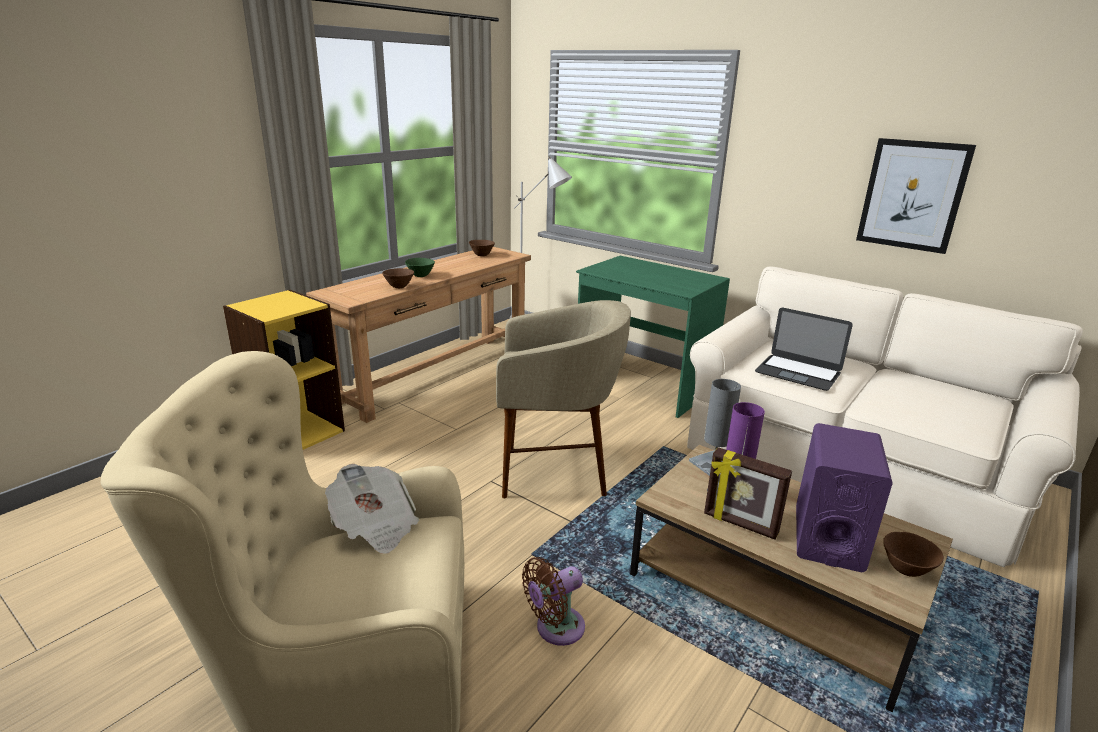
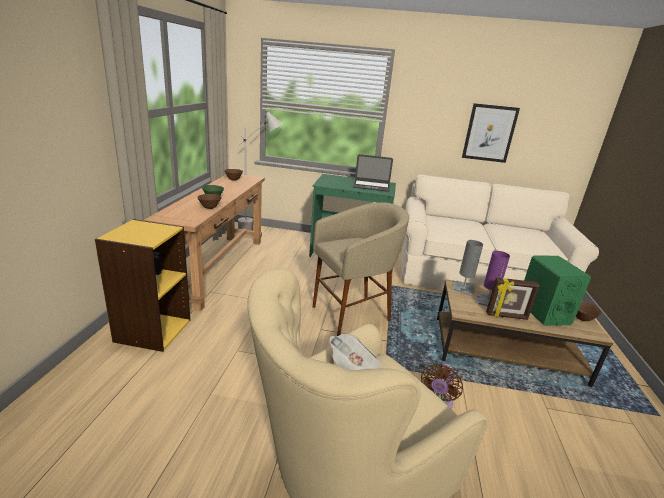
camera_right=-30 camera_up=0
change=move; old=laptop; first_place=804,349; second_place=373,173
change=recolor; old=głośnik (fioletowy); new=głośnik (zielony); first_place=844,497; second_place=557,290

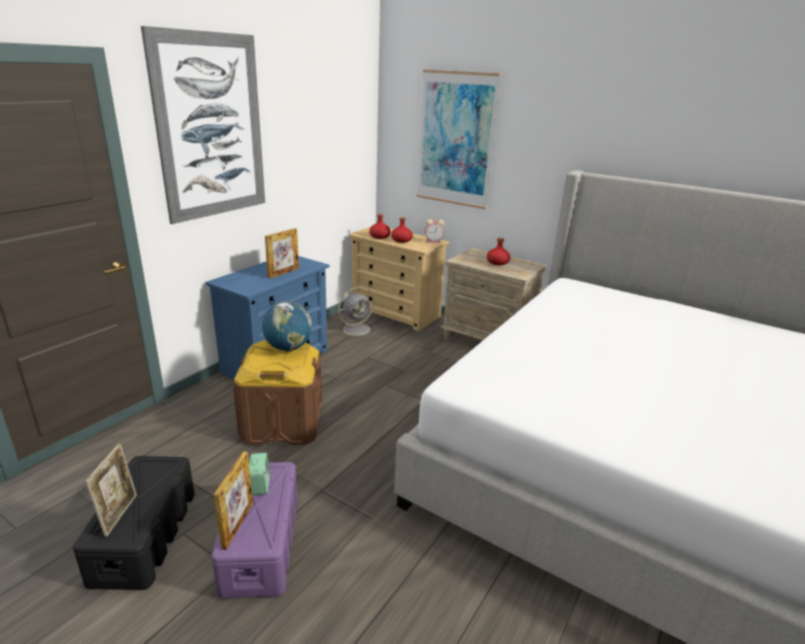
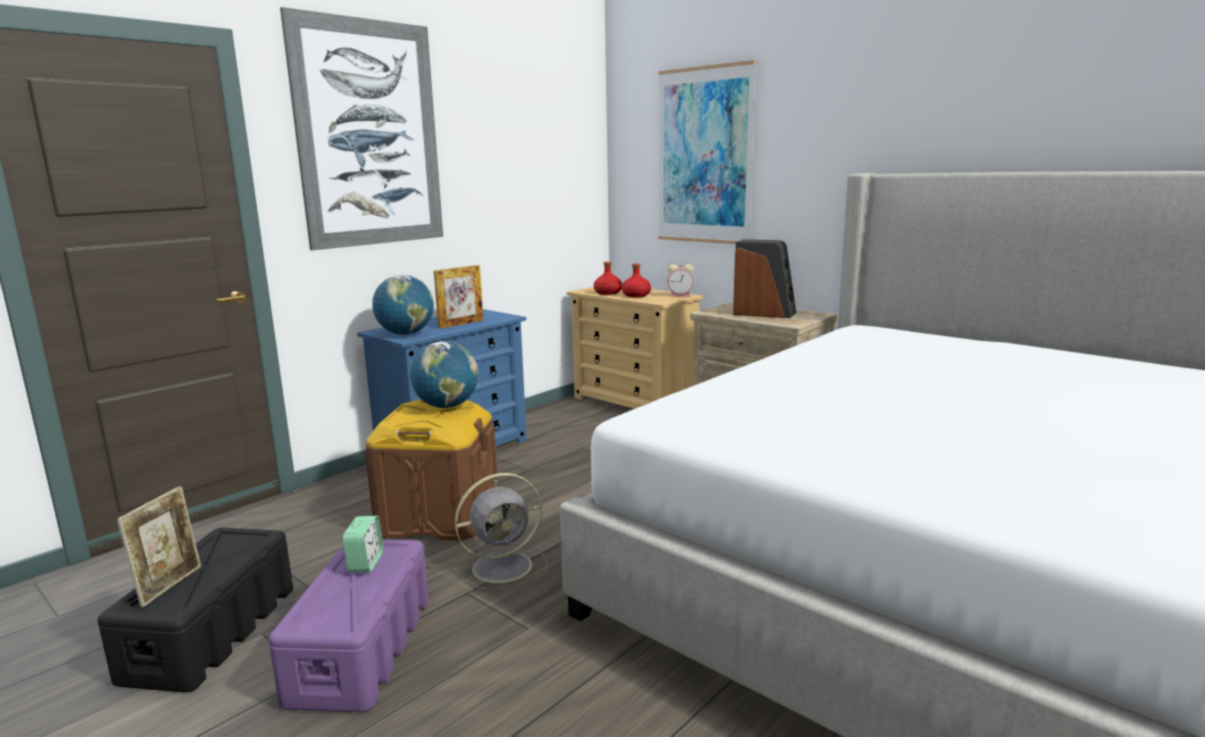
camera_right=10 camera_up=-10
change=replace; old=butelka (czerwony); new=głośnik; first_place=498,251; second_place=764,278
change=move; old=wentylator (szary); first_place=355,312; second_place=500,532
change=delete; old=ramka na zdjęcie; first_place=233,500
change=insert; new=globus; second_place=403,305

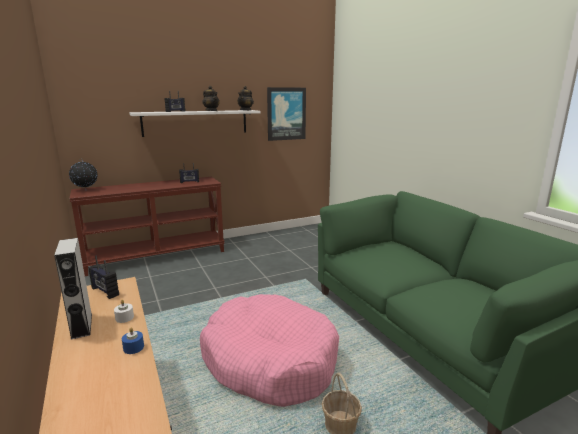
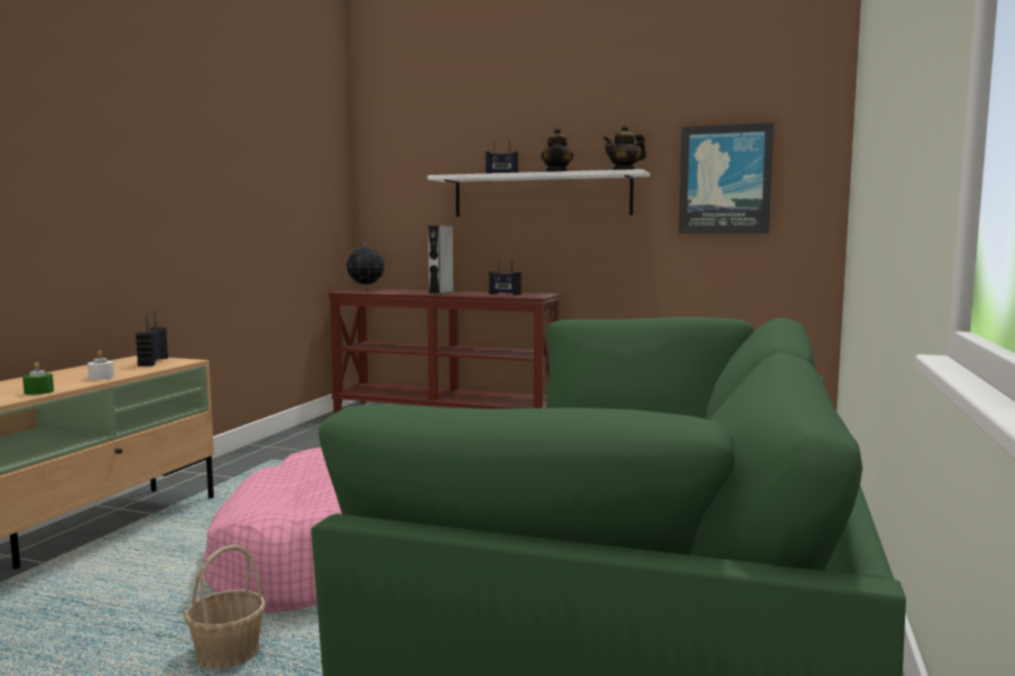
camera_right=45 camera_up=-10
change=move; old=głośnik (szary); first_place=73,288; second_place=441,260
change=recolor; old=świeca (niebieski); new=świeca (zielony); first_place=133,340; second_place=38,378

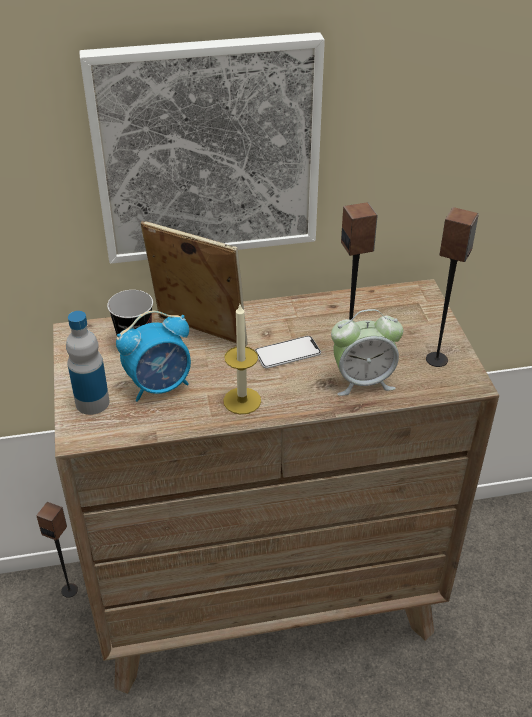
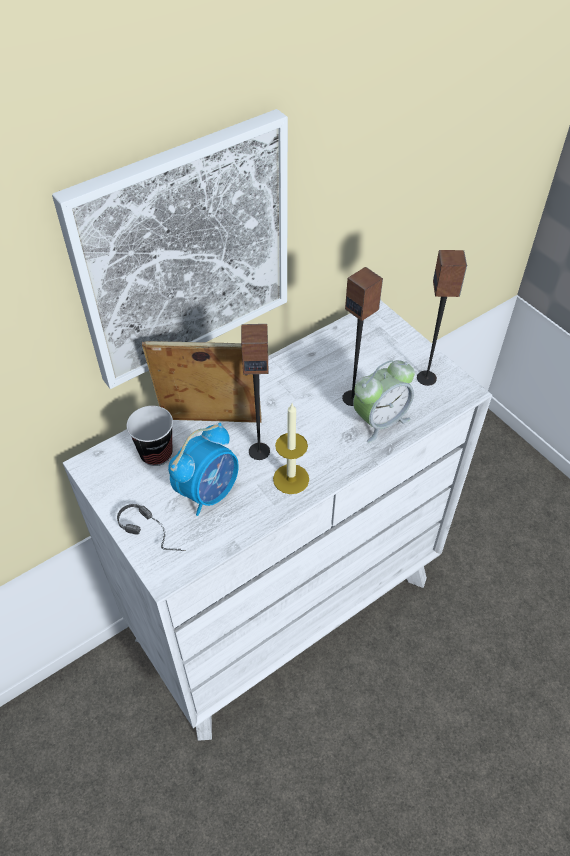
camera_right=-25 camera_up=10
change=recolor; old=komoda (brązowy); new=komoda (biały); first_place=276,486; second_place=277,520
change=replace; old=butelka; new=słuchawki; first_place=88,363; second_place=151,527
change=delete; old=telefon; first_place=288,352
change=move; old=głośnik; first_place=57,550; second_place=255,392

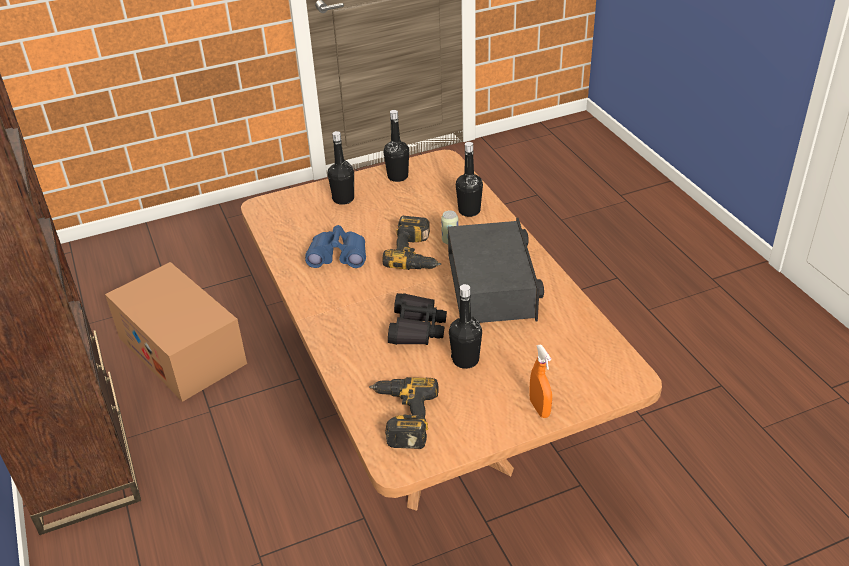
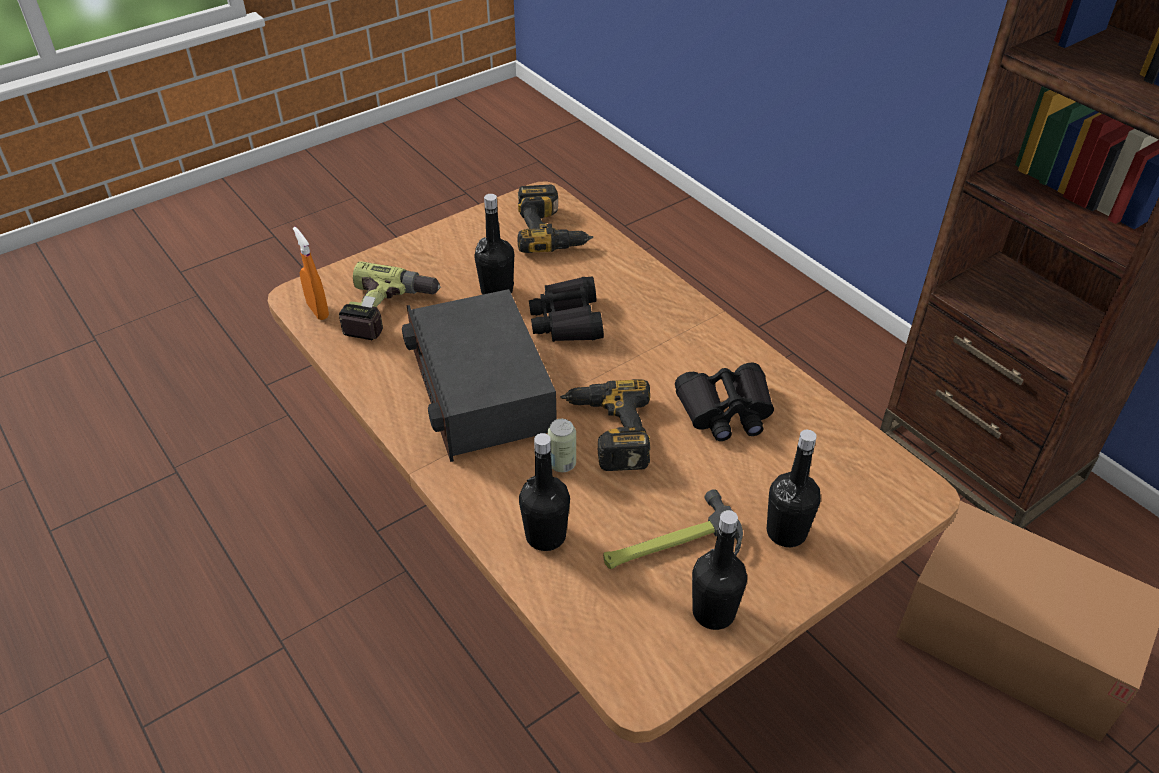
camera_right=165 camera_up=5
change=recolor; old=lornetka (niebieski); new=lornetka (czarny); first_place=335,246; second_place=724,402
change=move; old=spryskiwacz (pomarańczowy); first_place=540,381; second_place=311,273
change=insert; new=wiertarka; second_place=390,300
change=insert; new=młotek; second_place=673,529

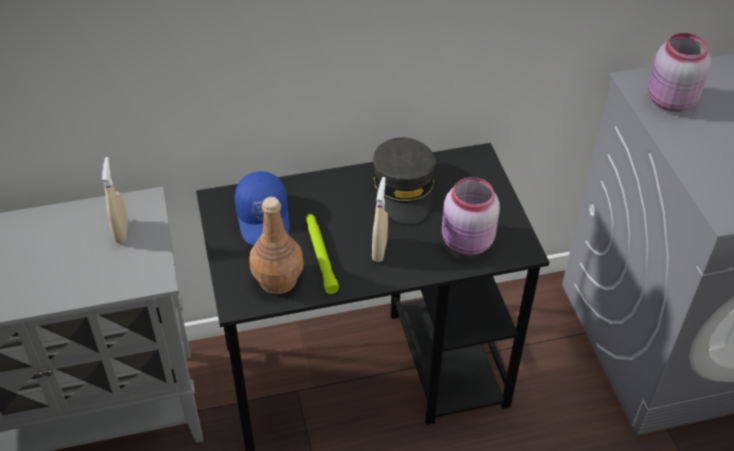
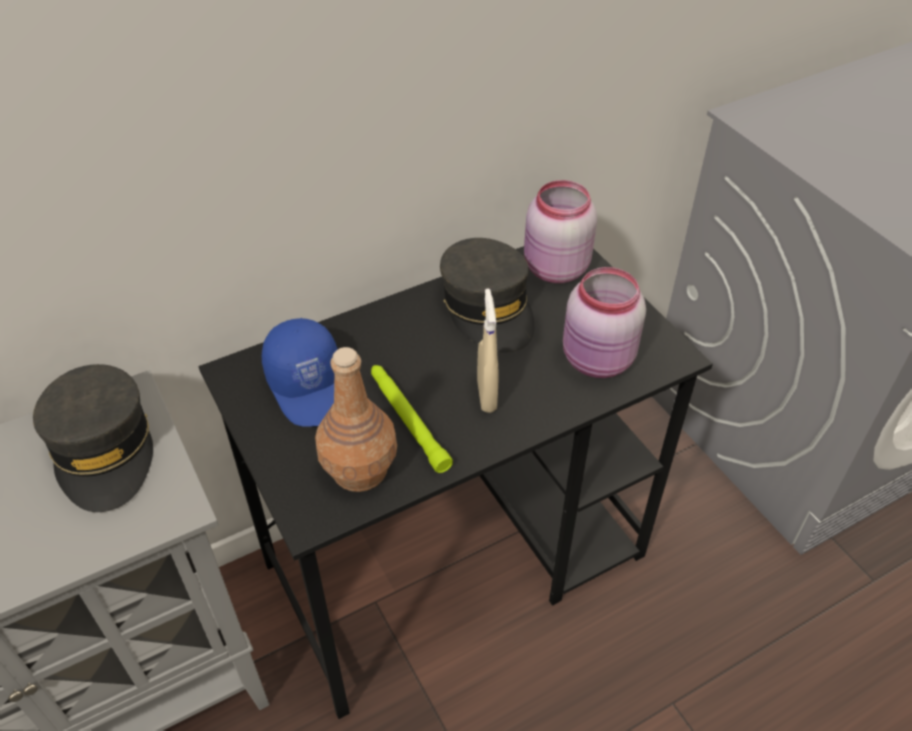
camera_right=-15 camera_up=0
change=move; old=słoik (różowy); first_place=679,72; second_place=560,231
change=replace; old=spryskiwacz (beżowy); new=czapka z daszkiem (szary); first_place=115,200; second_place=93,438

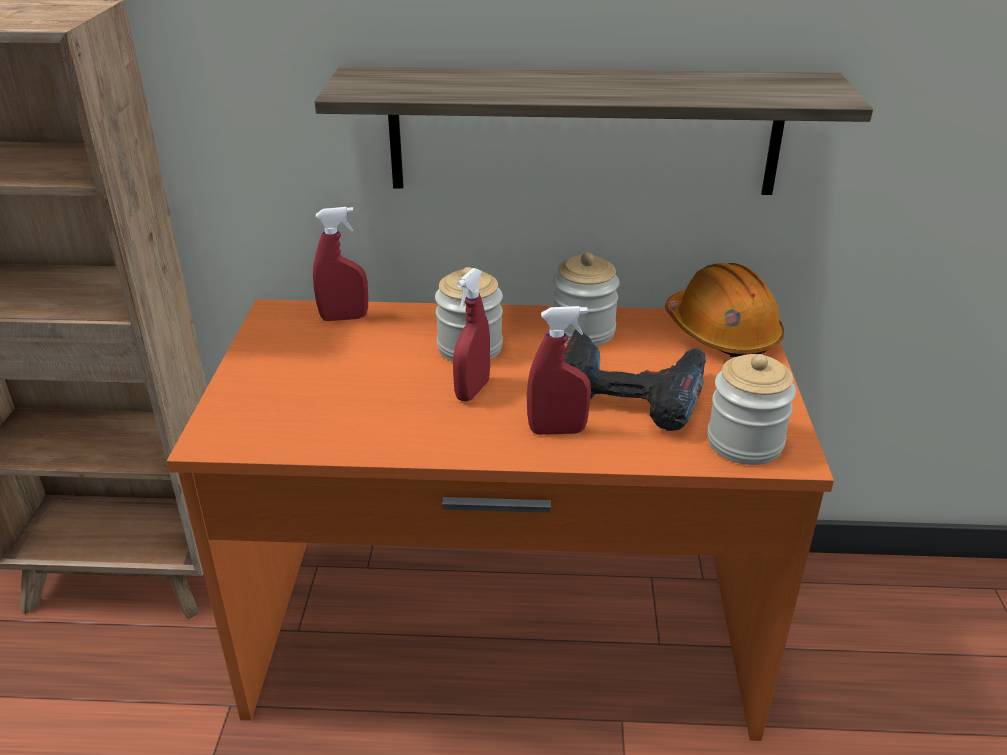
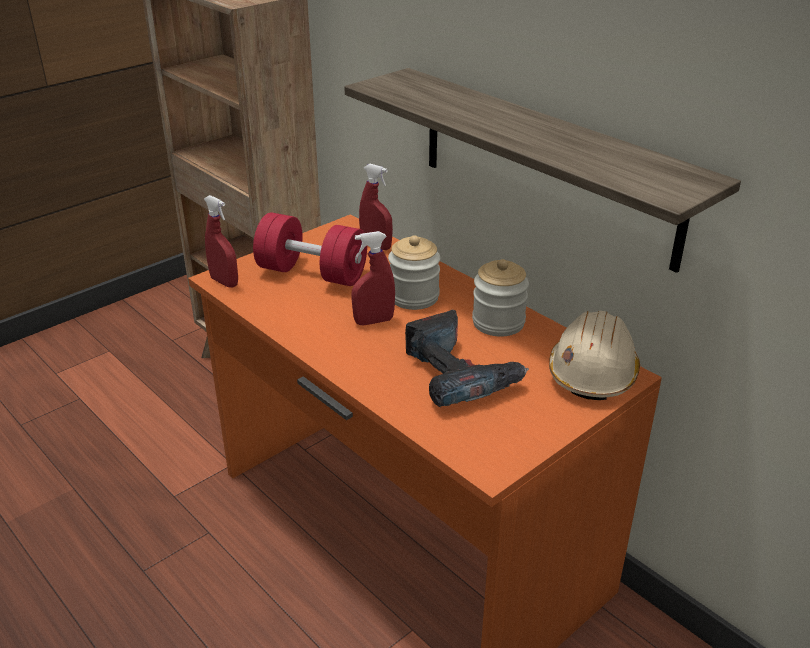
camera_right=45 camera_up=0
change=recolor; old=kask (pomarańczowy); new=kask (beżowy); first_place=724,310; second_place=594,355
change=move; old=spryskiwacz (czerwony); first_place=559,370; second_place=221,241
change=delete; old=słoik; first_place=751,409
change=insert; new=hantel (czerwony); second_place=310,249

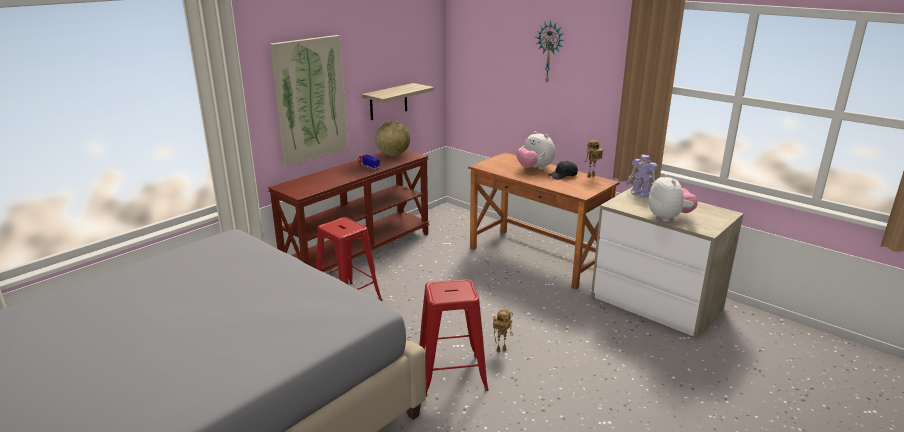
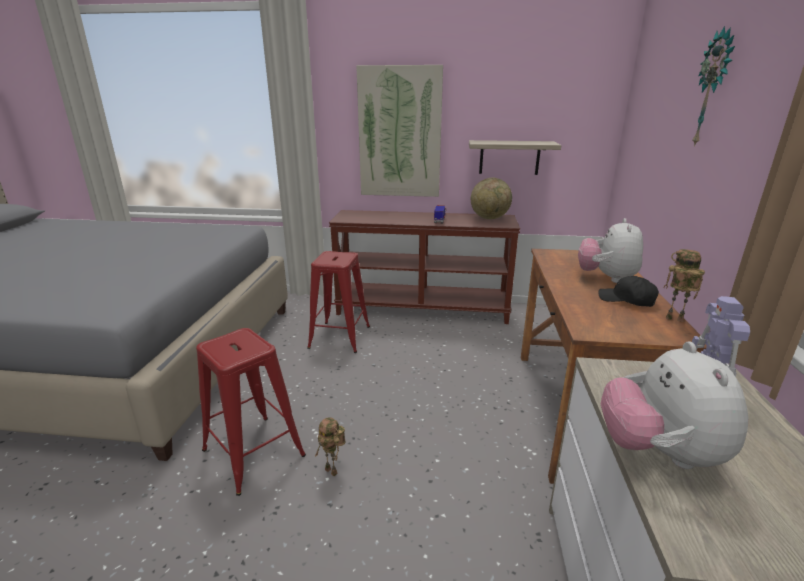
camera_right=55 camera_up=0
change=rotate; old=pluszak; first_place=673,197; second_place=674,405; degrees=135

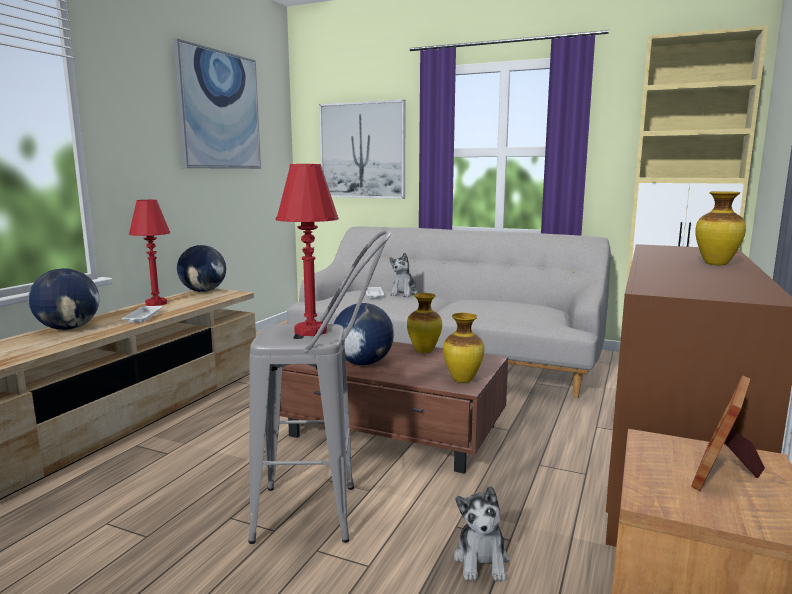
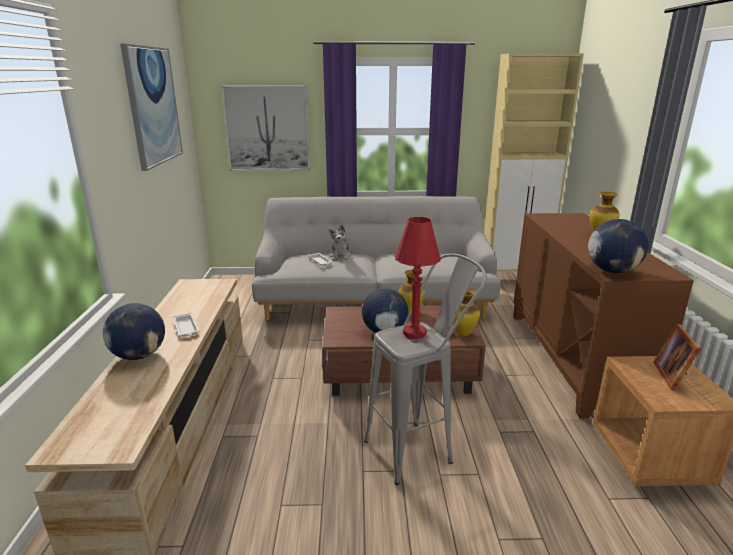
camera_right=-25 camera_up=10
change=delete; old=lampa stołowa (czerwony); first_place=149,253
change=move; old=globus; first_place=201,268; second_place=618,246
change=delete; old=pluszak; first_place=481,533

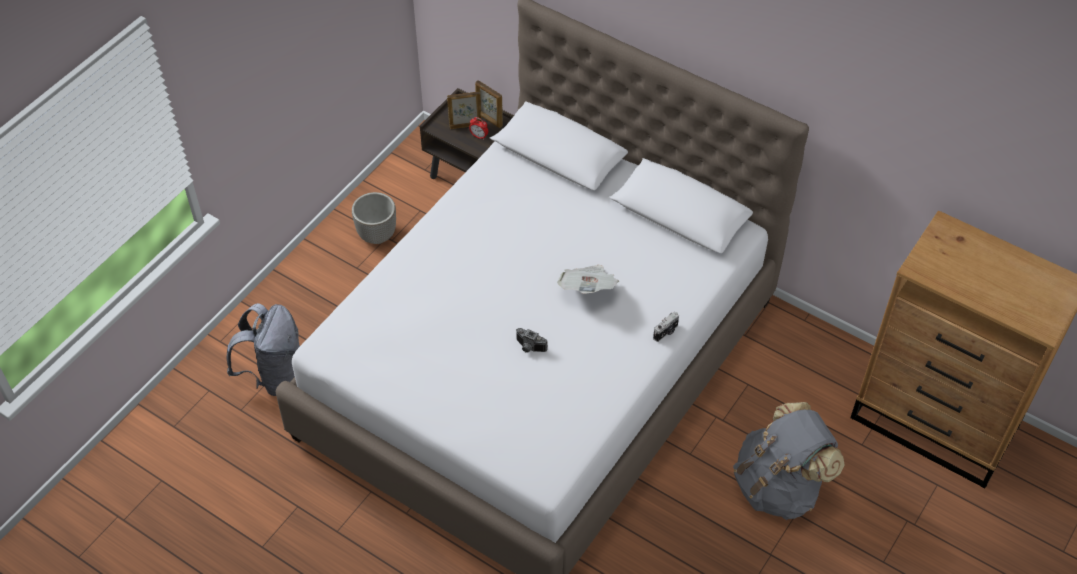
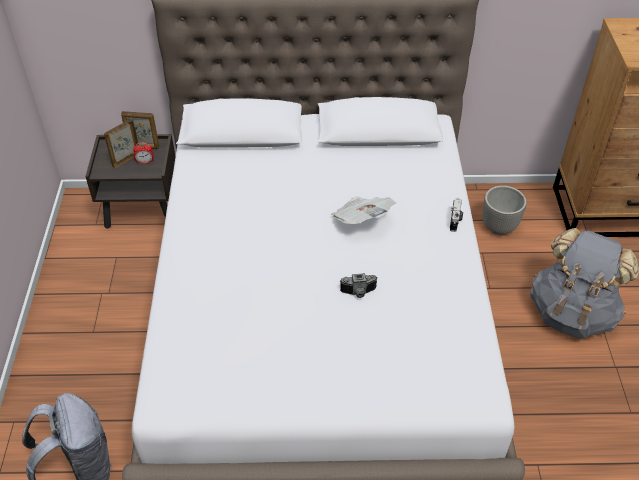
camera_right=-35 camera_up=-5
change=move; old=donica; first_place=374,218; second_place=505,210

